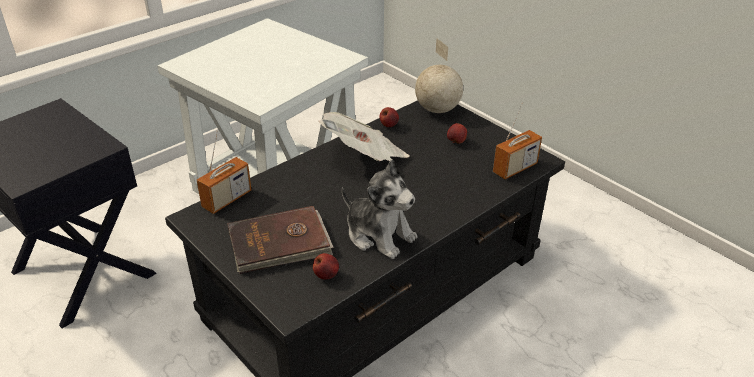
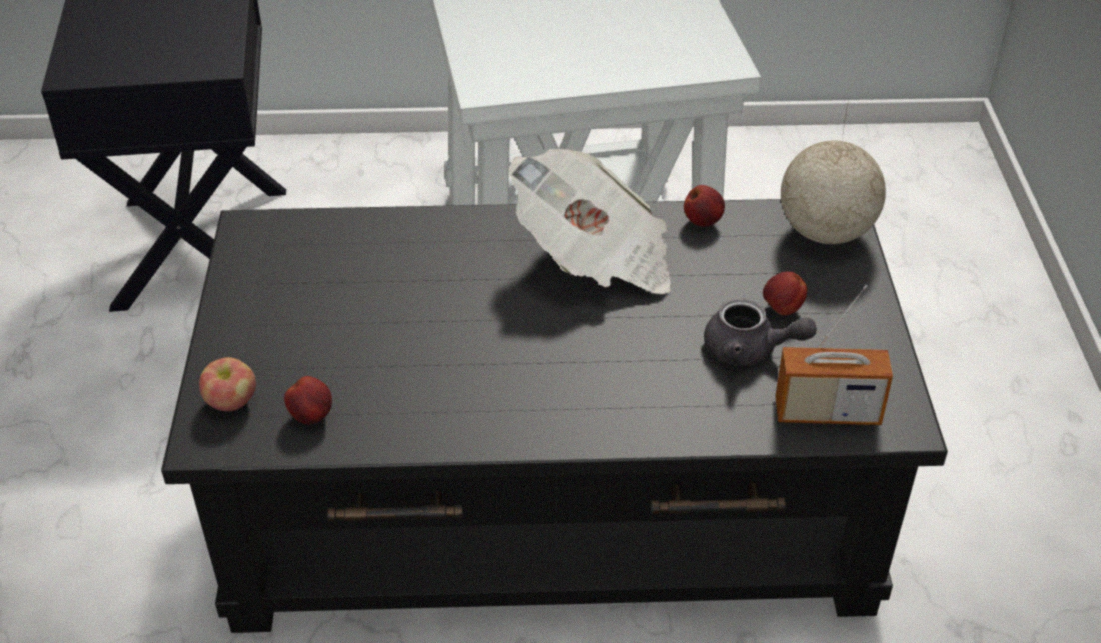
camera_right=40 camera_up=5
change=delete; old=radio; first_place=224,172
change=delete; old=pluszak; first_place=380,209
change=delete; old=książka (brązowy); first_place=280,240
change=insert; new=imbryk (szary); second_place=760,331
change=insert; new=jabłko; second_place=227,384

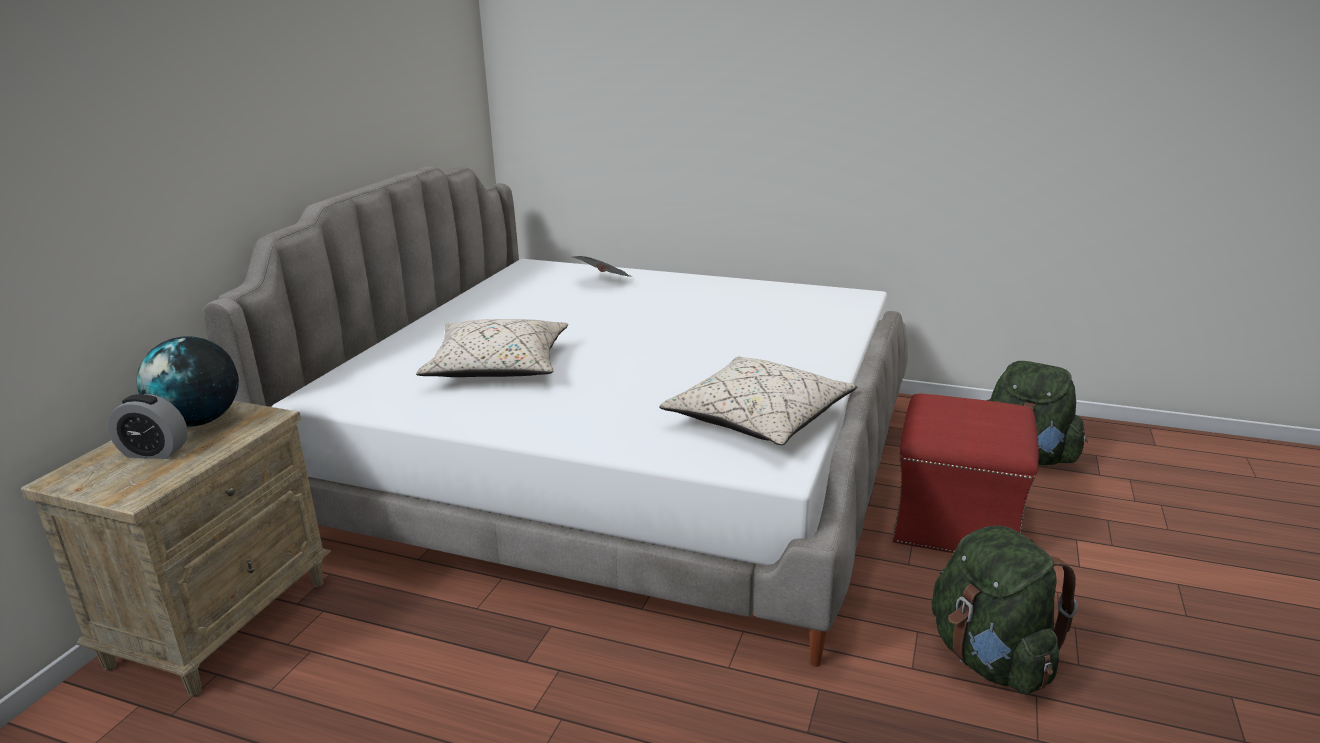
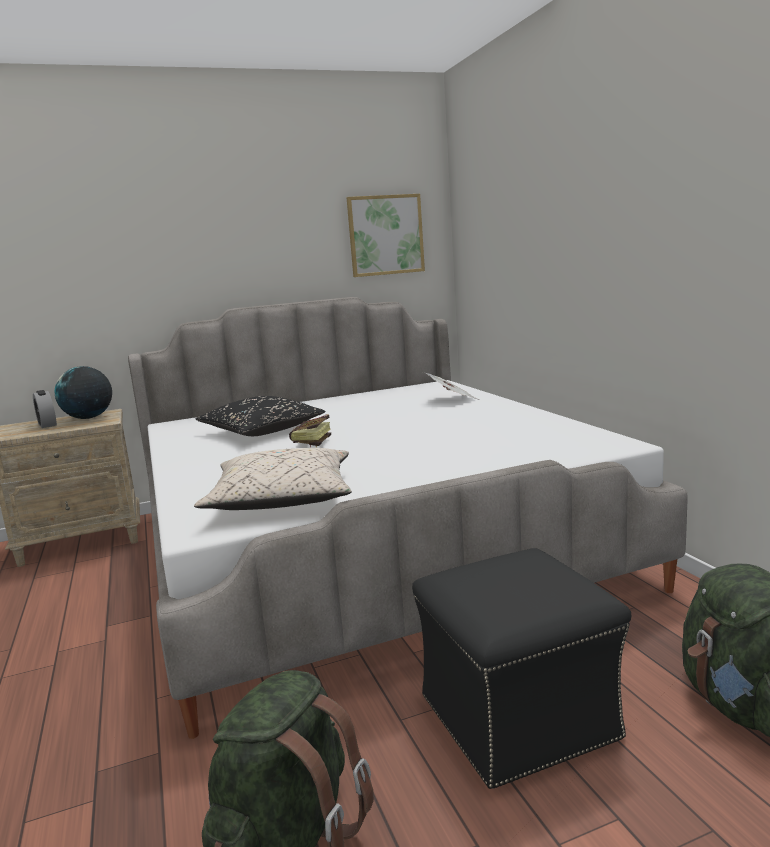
camera_right=50 camera_up=-10
change=recolor; old=poduszka (beżowy); new=poduszka (czarny); first_place=492,348; second_place=261,416
change=recolor; old=pufa (czerwony); new=pufa (czarny); first_place=965,473; second_place=521,668
change=insert; new=obraz; second_place=386,235
change=insert; new=książka; second_place=310,431

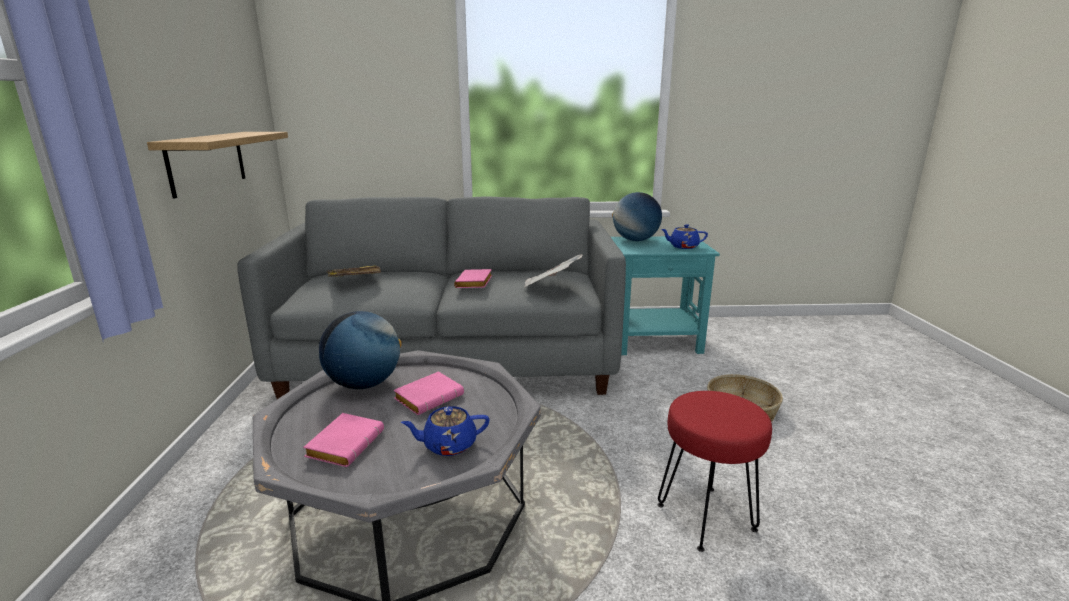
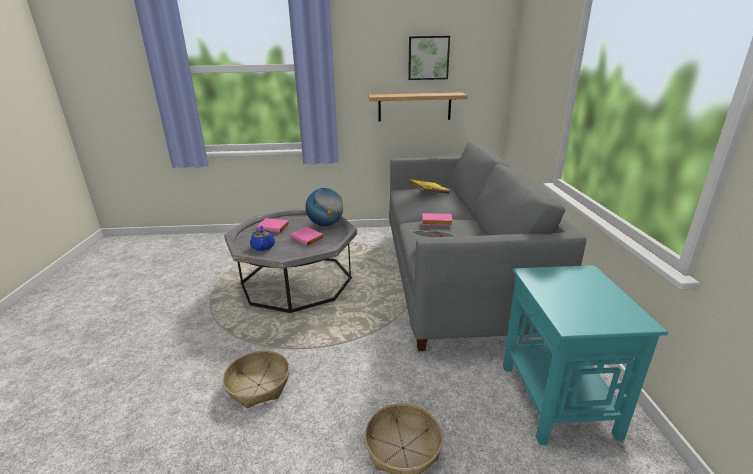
camera_right=90 camera_up=5
change=delete; old=globus; first_place=637,216
change=delete; old=imbryk (niebieski); first_place=684,236
change=replace; old=stołek (czerwony); new=koszyk; first_place=715,471; second_place=256,379
change=insert; new=obraz; second_place=429,58

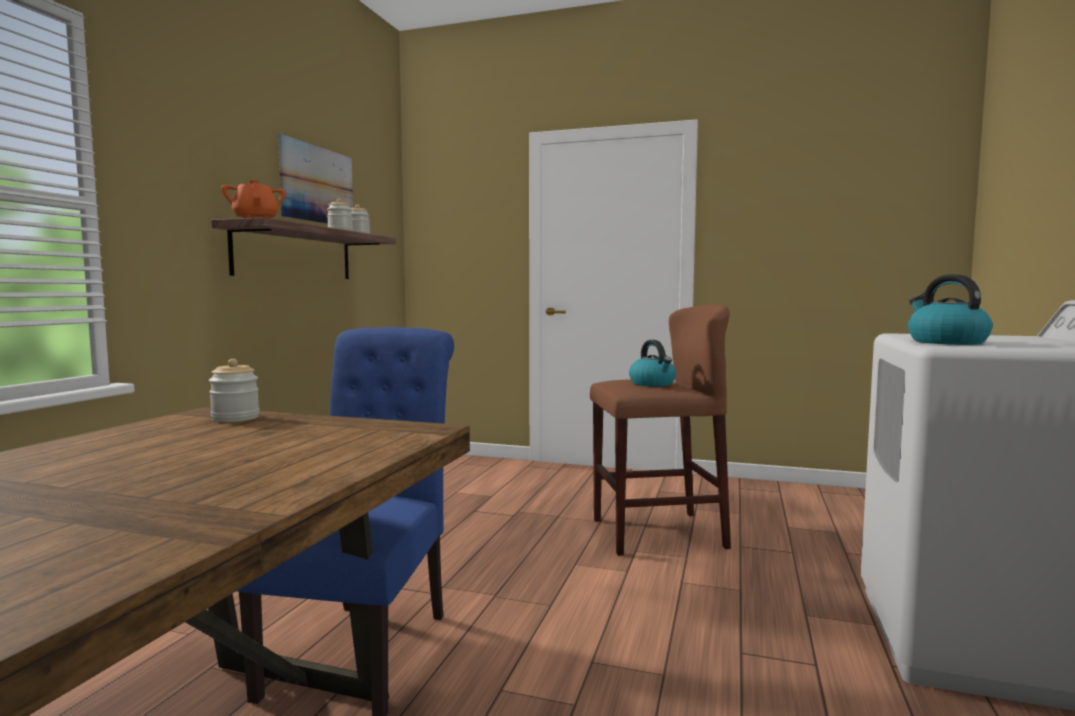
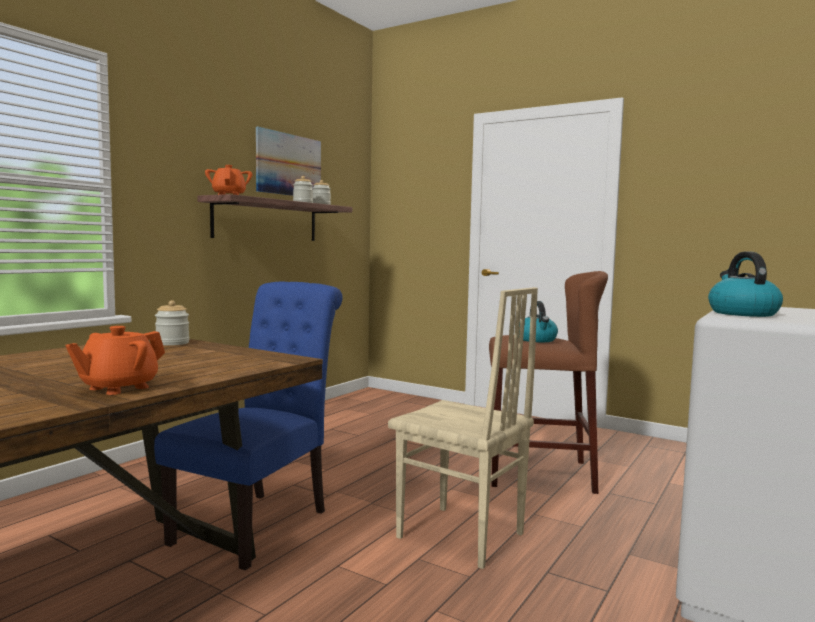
camera_right=15 camera_up=0
change=insert; new=krzesło (beżowy); second_place=463,428
change=insert; new=imbryk (pomarańczowy); second_place=115,360

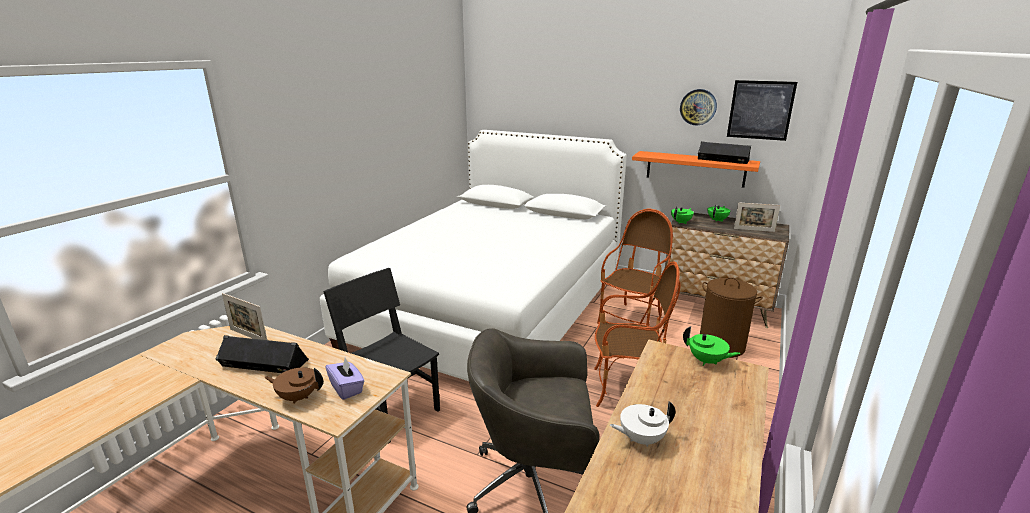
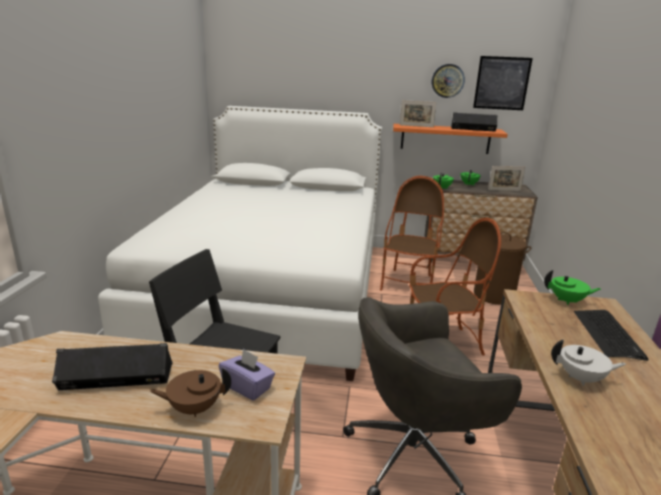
camera_right=-20 camera_up=0
change=move; old=ramka na zdjęcie; first_place=244,316; second_place=418,113
change=rotate; old=imbryk (biały); first_place=642,424; second_place=588,363; degrees=-135
change=insert; new=klawiatura; second_place=611,335

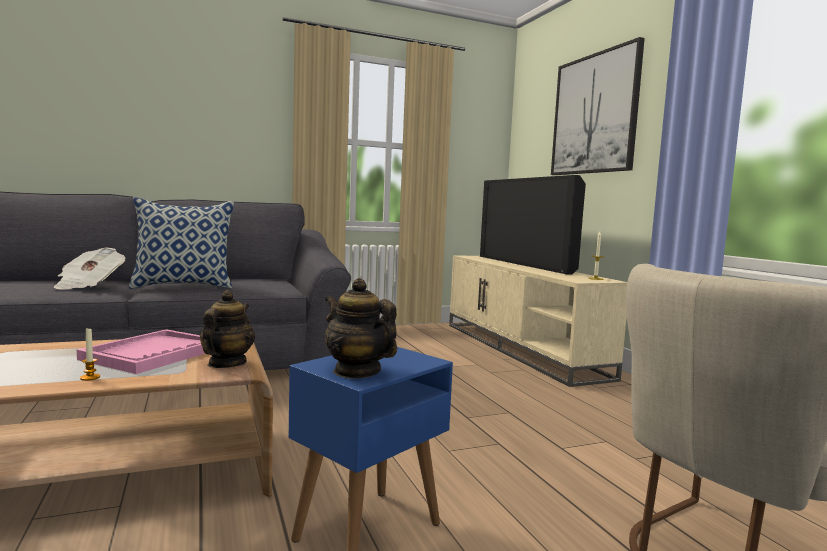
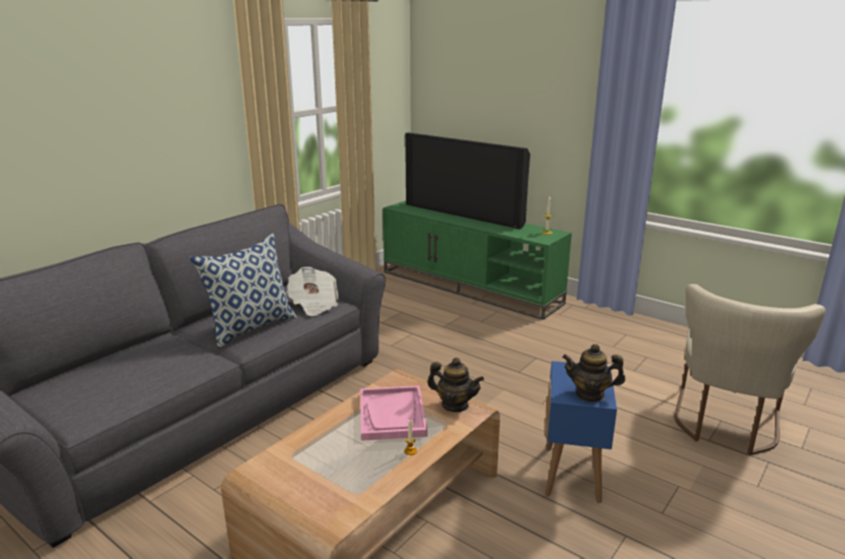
camera_right=-30 camera_up=15
change=delete; old=obraz; first_place=598,106
change=move; old=gazeta; first_place=89,269; second_place=312,291
change=recolor; old=szafka pod telewizor (beżowy); new=szafka pod telewizor (zielony); first_place=538,321; second_place=477,260
change=rotate; old=imbryk; first_place=227,329; second_place=455,384; degrees=135

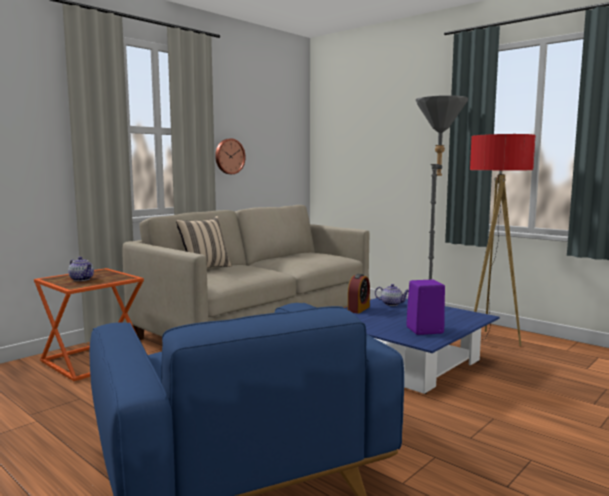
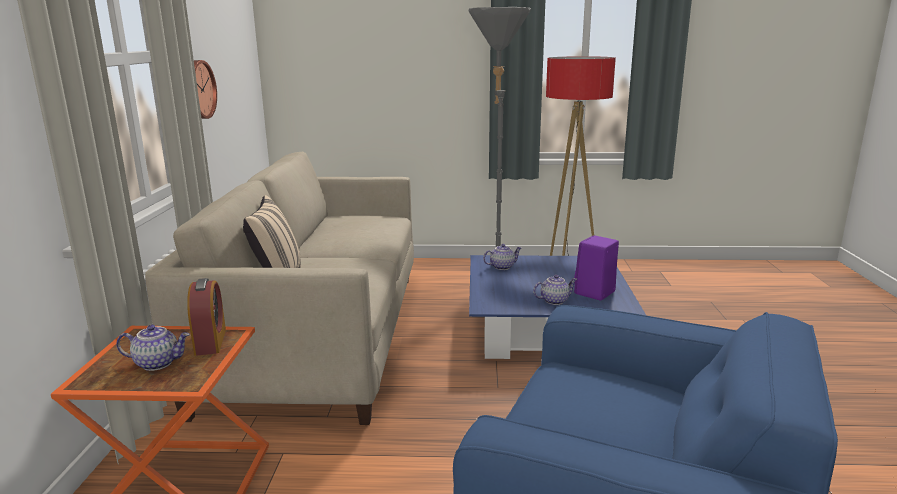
camera_right=-40 camera_up=10
change=move; old=budzik; first_place=359,294; second_place=206,317
change=insert; new=imbryk; second_place=555,290

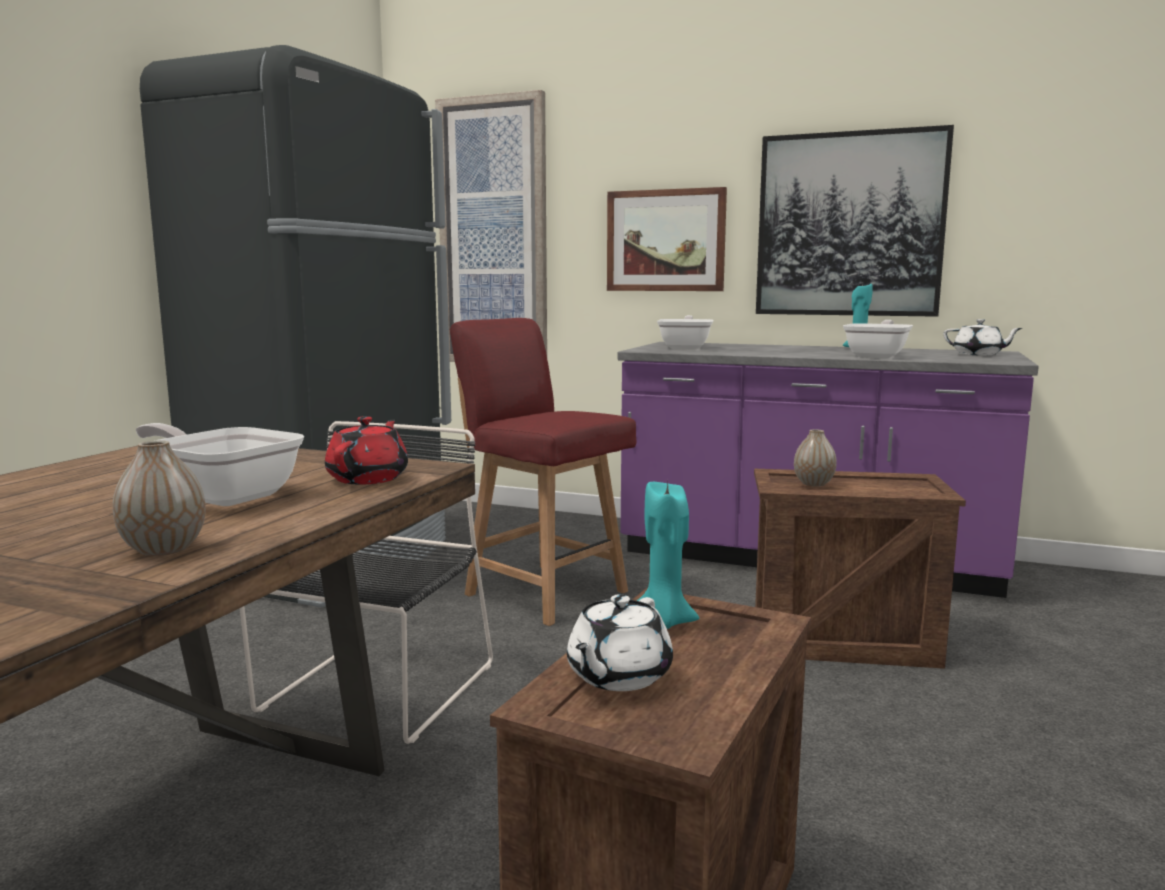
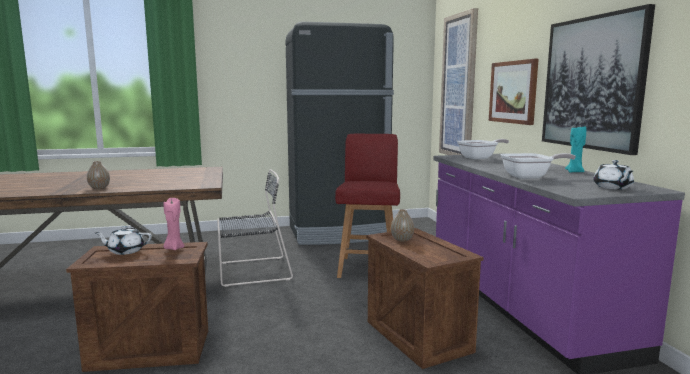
camera_right=55 camera_up=0
change=delete; old=imbryk (czerwony); first_place=366,450
change=delete; old=patelnia; first_place=219,464
change=recolor; old=świeca (turkusowy); new=świeca (różowy); first_place=668,555; second_place=174,224

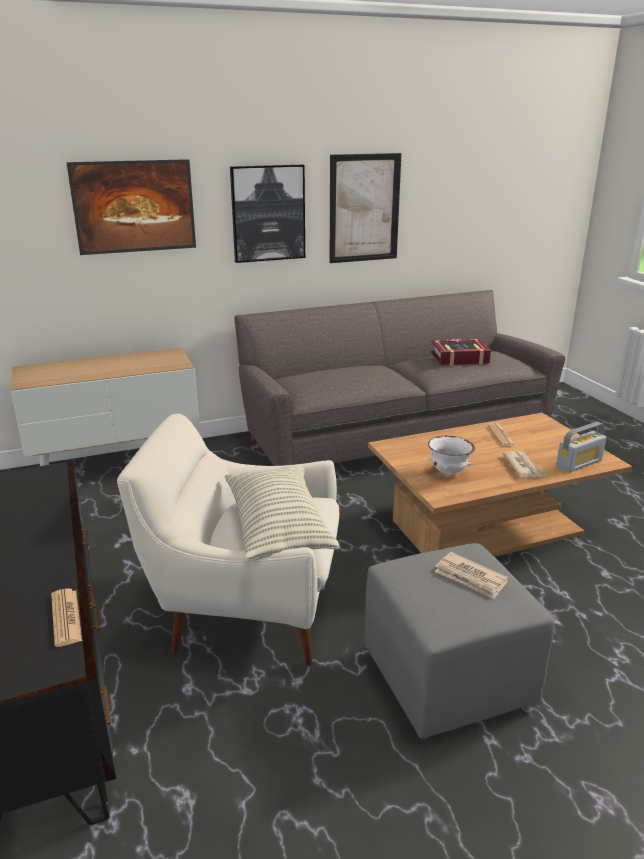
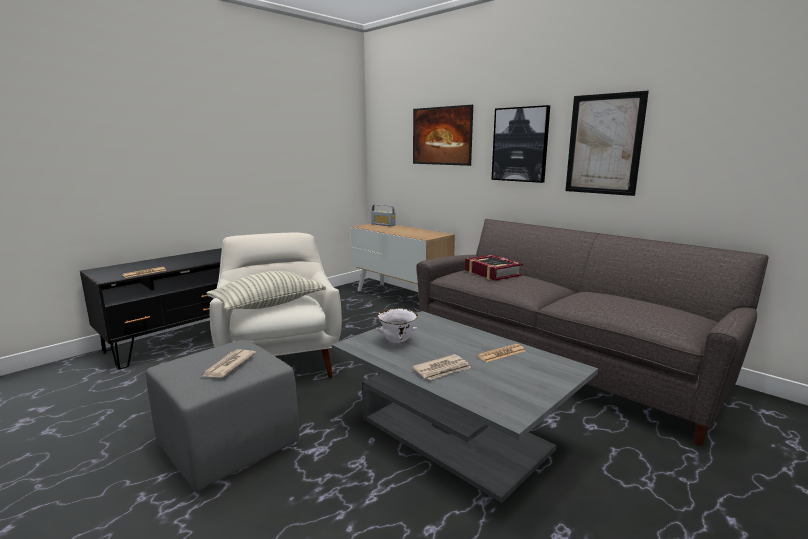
camera_right=65 camera_up=-10
change=move; old=książka; first_place=461,352; second_place=494,268
change=recolor; old=ława (brązowy); new=ława (szary); first_place=500,485; second_place=465,407
change=move; old=radio; first_place=581,447; second_place=383,215

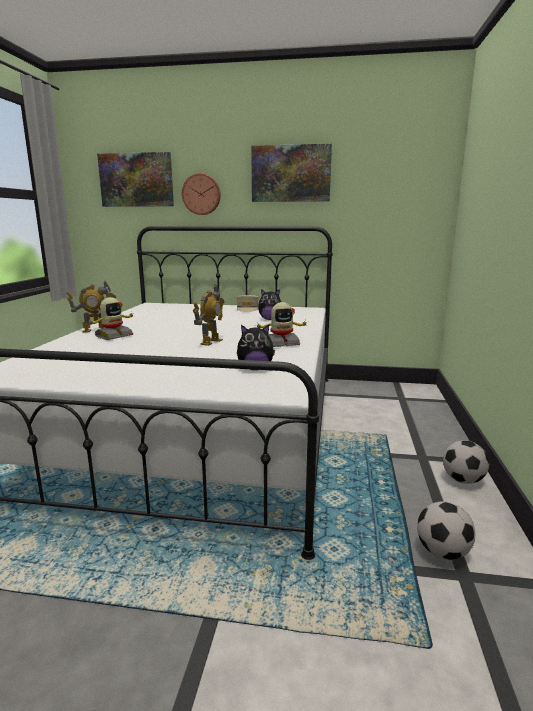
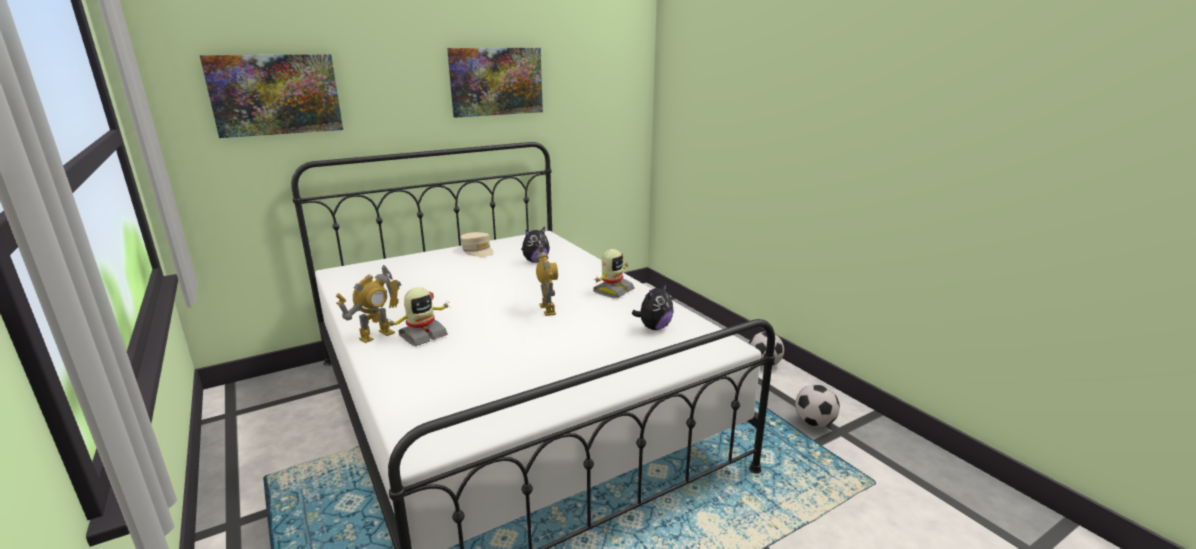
camera_right=-40 camera_up=5
change=delete; old=zegar ścienny; first_place=201,194
change=rotate; old=robot zabawkowy; first_place=111,318; second_place=420,316; degrees=45

